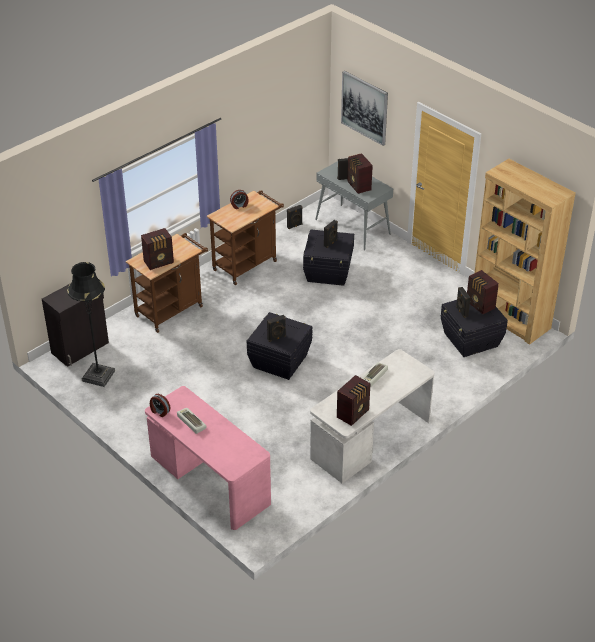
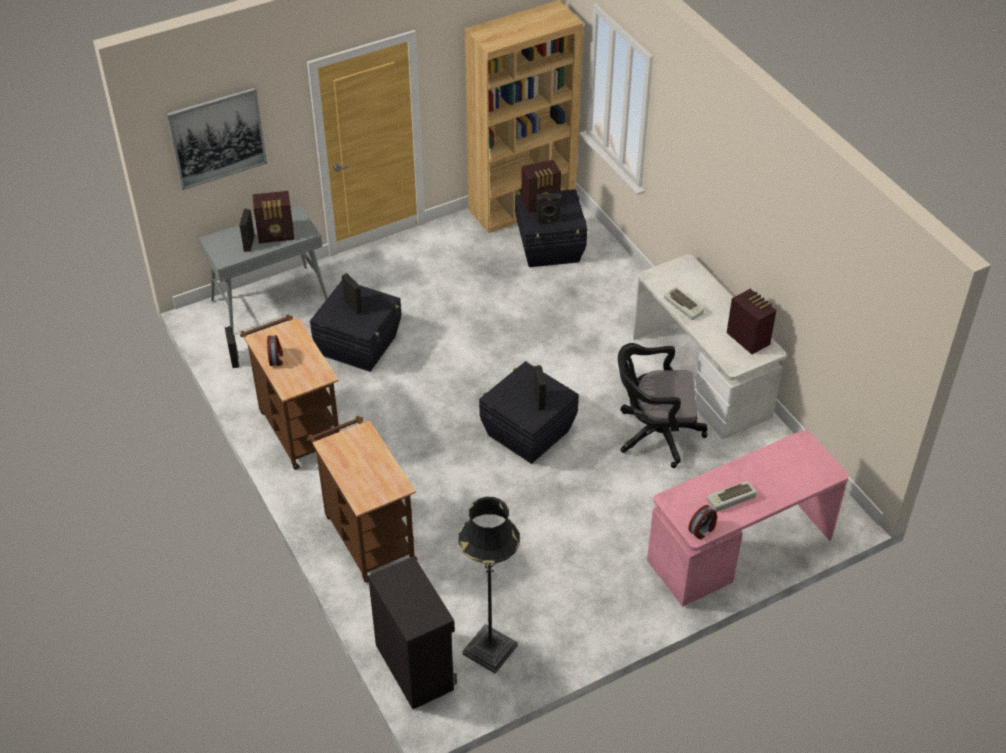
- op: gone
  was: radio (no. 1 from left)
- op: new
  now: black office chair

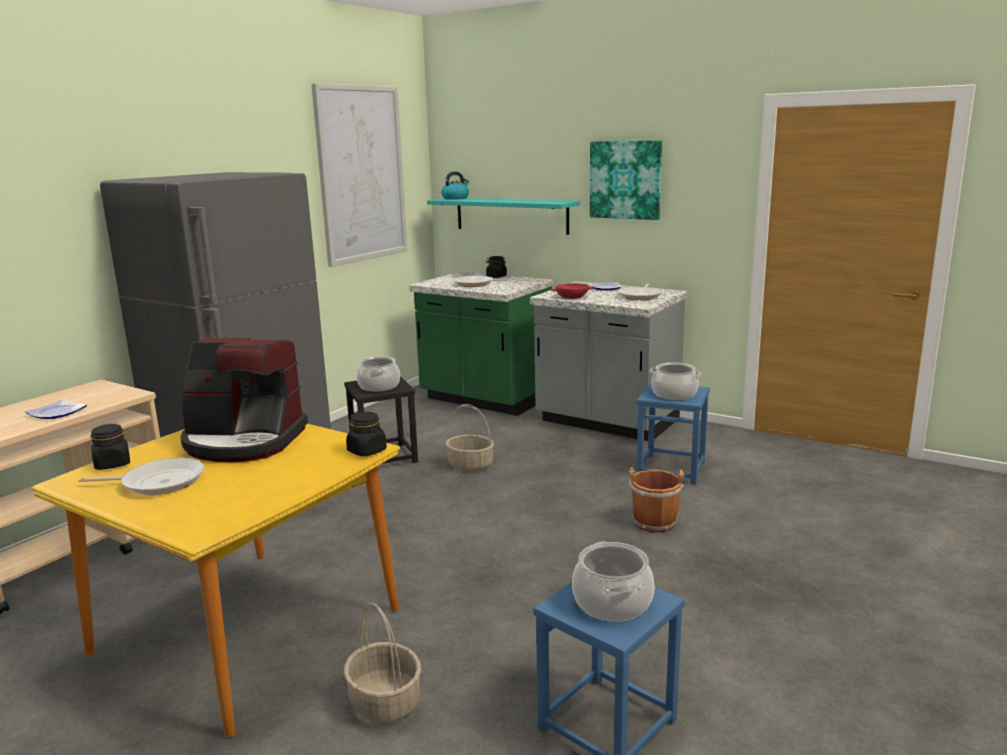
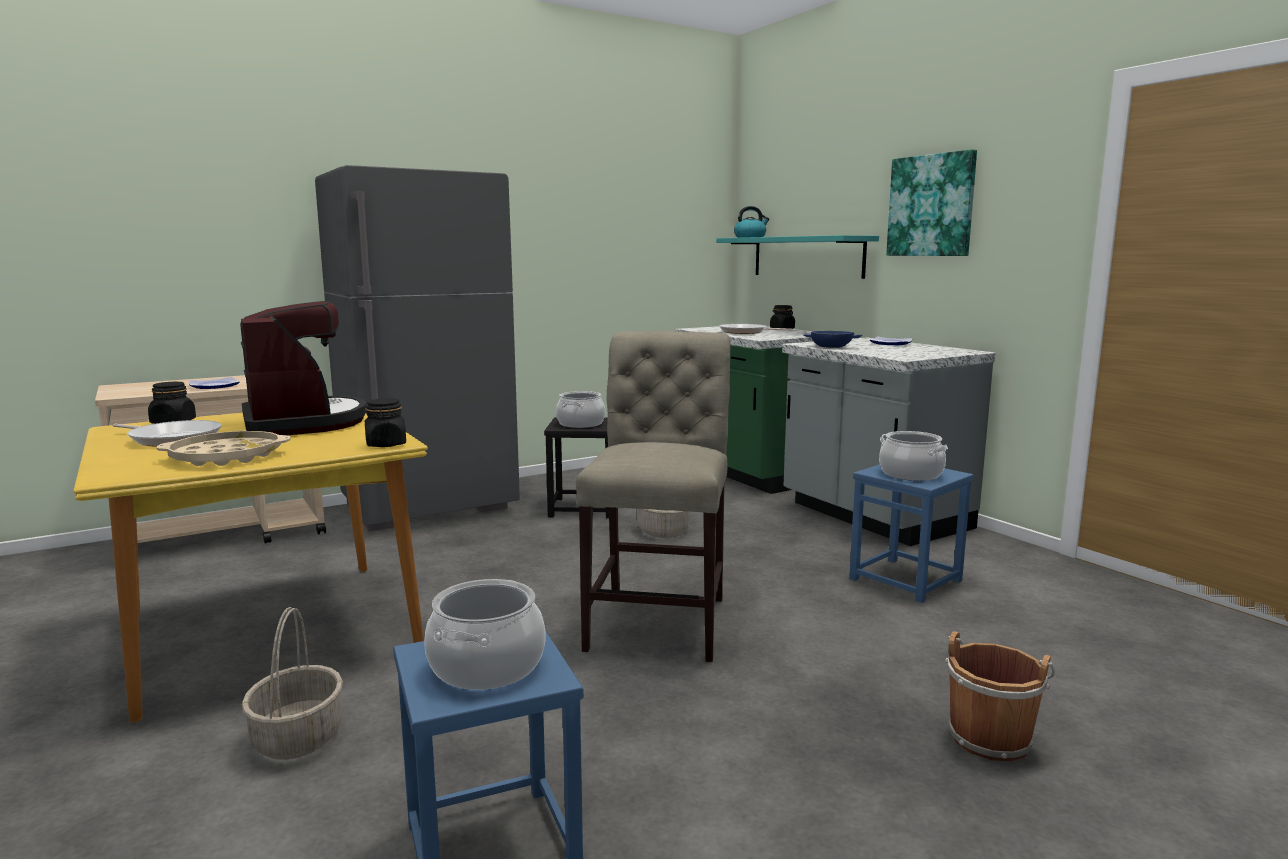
- op: gone
  was: picture (no. 1 from left)
- op: gone
  was: frying pan (no. 3 from left)
- op: new
  now: beige tray
- op: new
  now: beige chair
- op: shifted
  was: brown bucket
- op: repainted
  was: red bowl
  now: blue bowl
- op: rotated
  was: coffee machine
  clockwise: -150

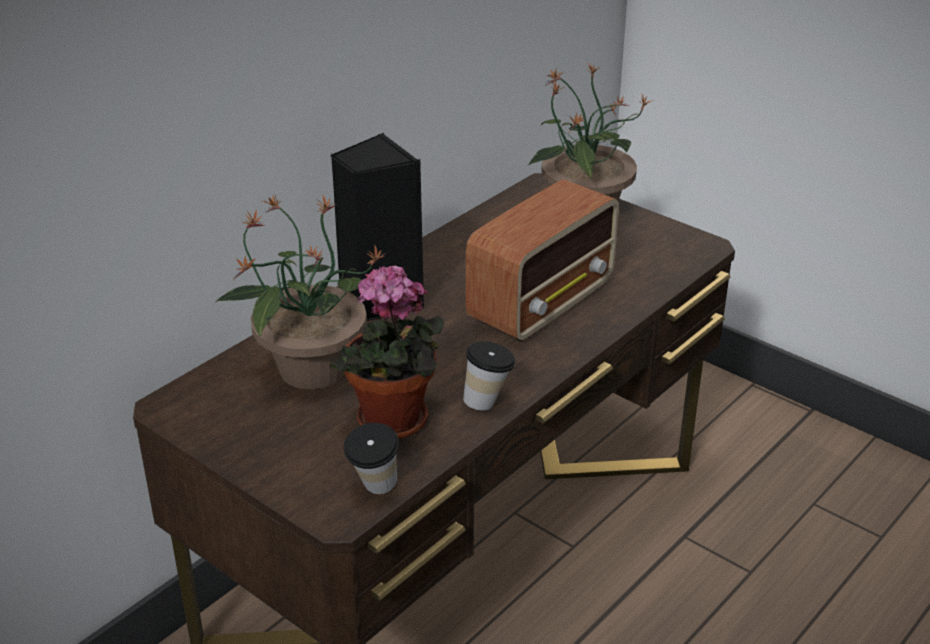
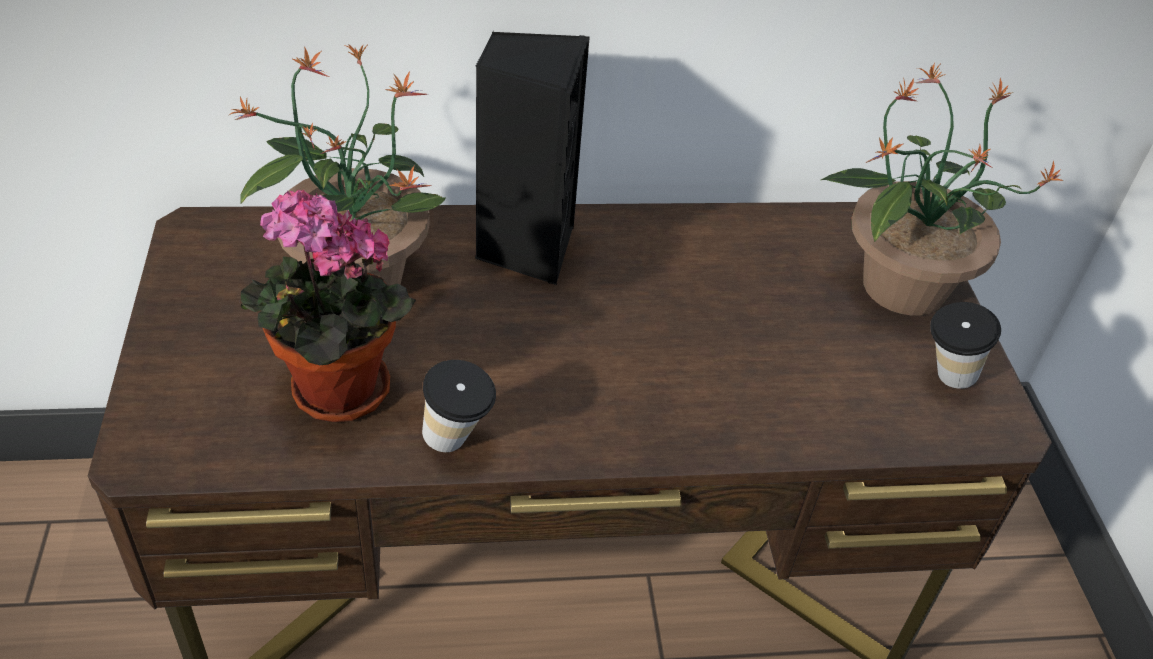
- op: gone
  was: radio
- op: shifted
  was: cup (no. 1 from left in the first image)
  now: cup (no. 2 from left)

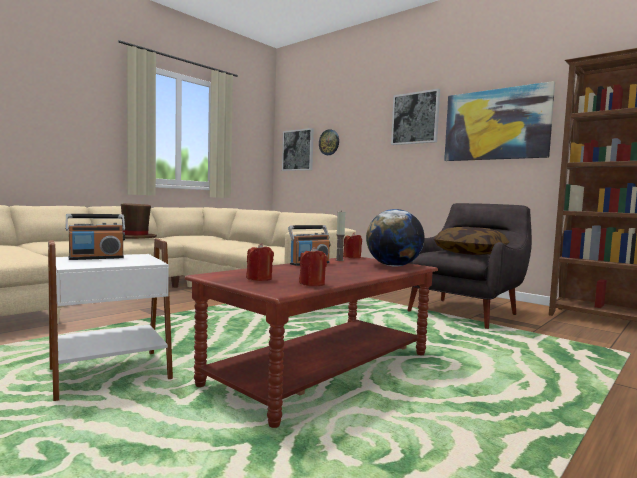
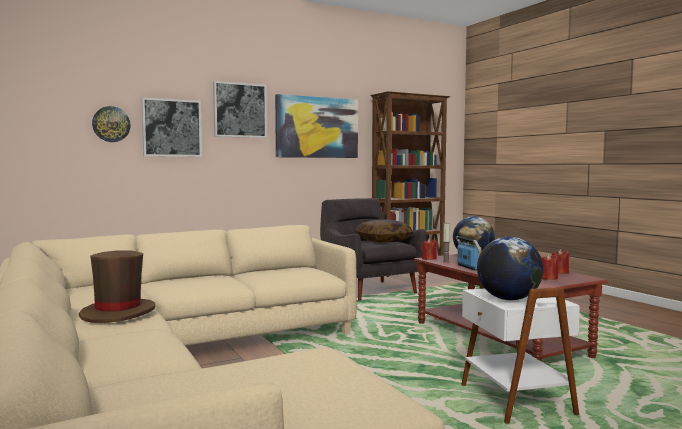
- op: shifted
  was: picture (no. 1 from left)
- op: swapped
  was: radio (no. 1 from left)
  now: globe (no. 2 from left)

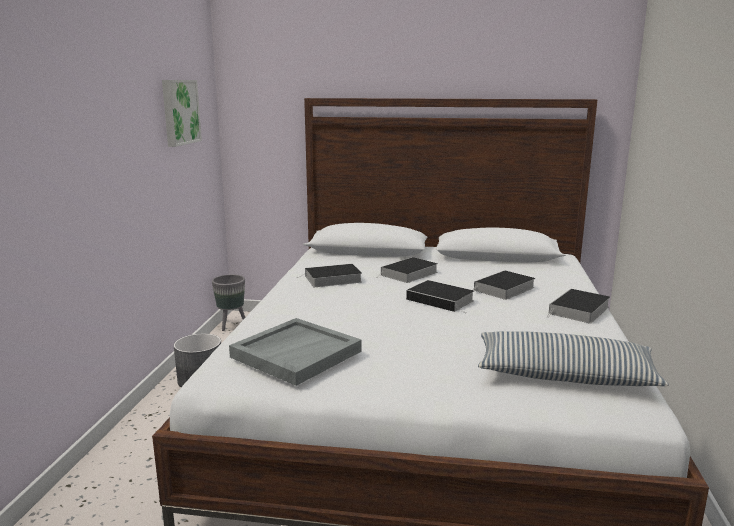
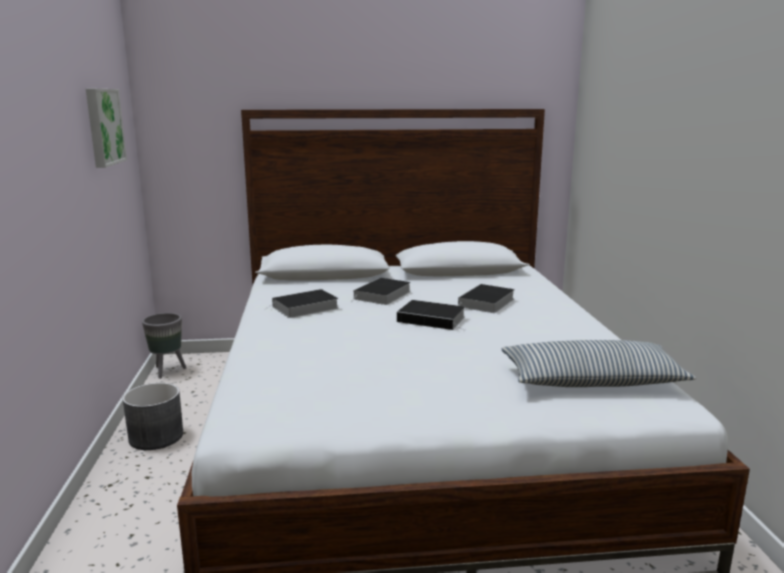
- op: gone
  was: grey tray
- op: gone
  was: book (no. 5 from left)

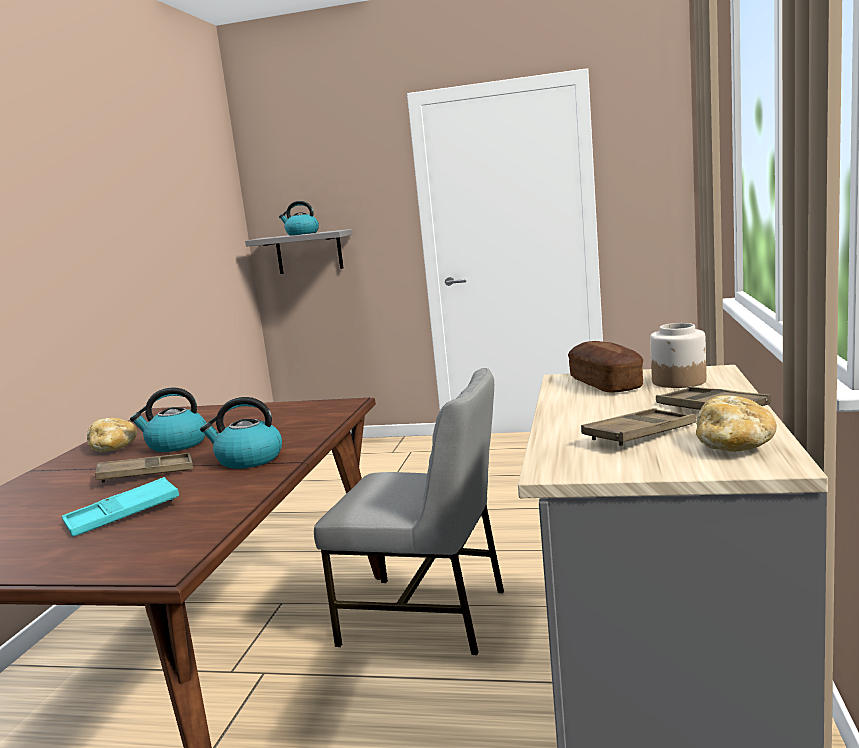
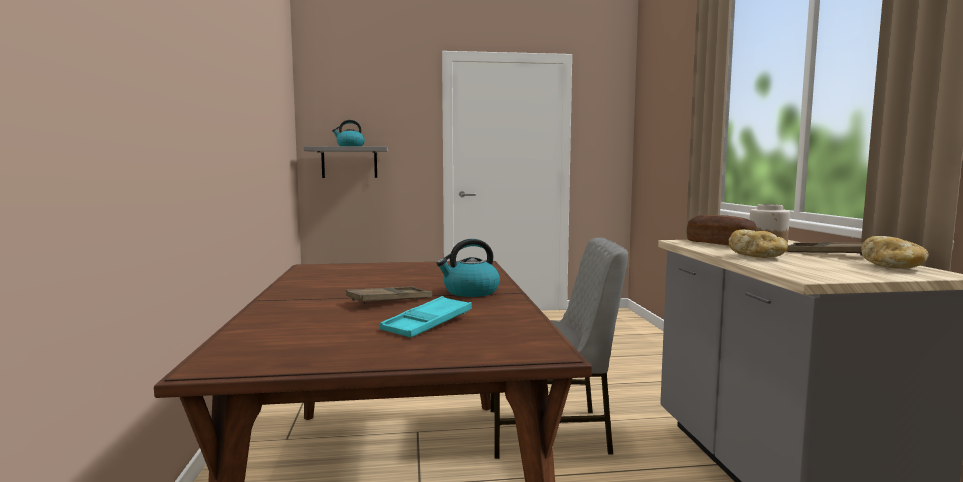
- op: gone
  was: kettle (no. 1 from left)
- op: gone
  was: brown tray (no. 2 from left)
- op: shifted
  was: bread (no. 1 from left in the first image)
  now: bread (no. 2 from left)

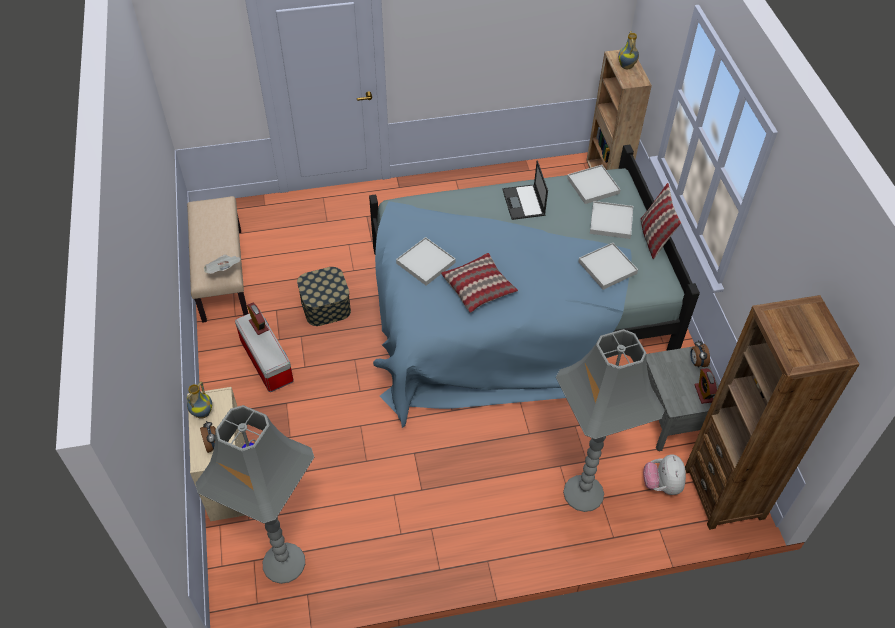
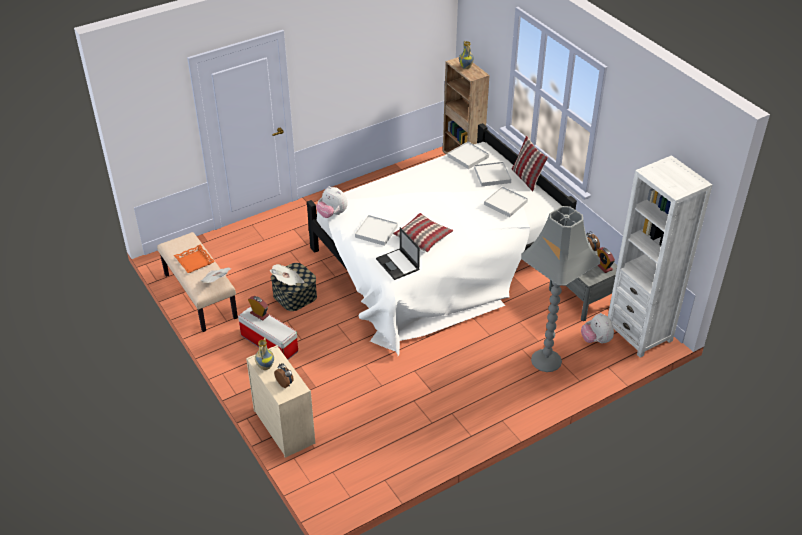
- op: gone
  was: grey floor lamp (no. 1 from left)
- op: new
  now: orange tray
- op: new
  now: newspaper (no. 2 from left)
- op: new
  now: plush toy (no. 1 from left)
- op: shifted
  was: laptop
- op: repainted
  was: blue bed
  now: white bed
- op: repainted
  was: brown bookcase (no. 2 from left)
  now: white bookcase

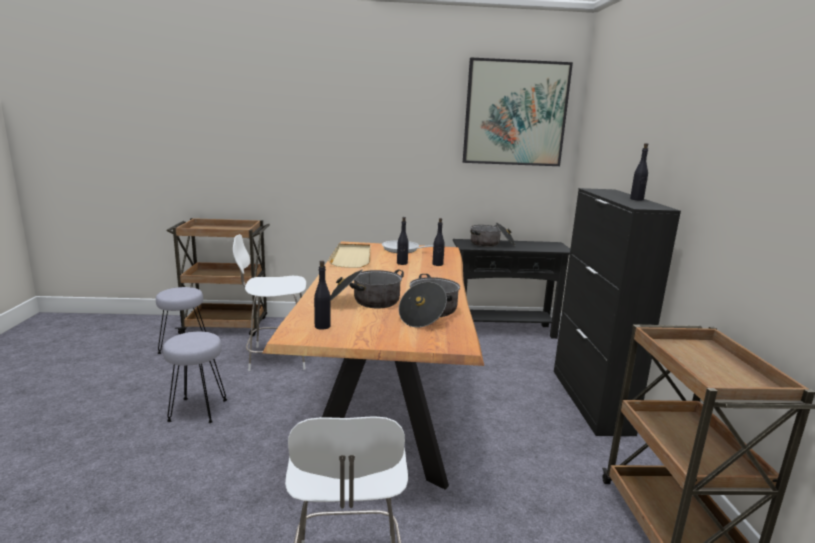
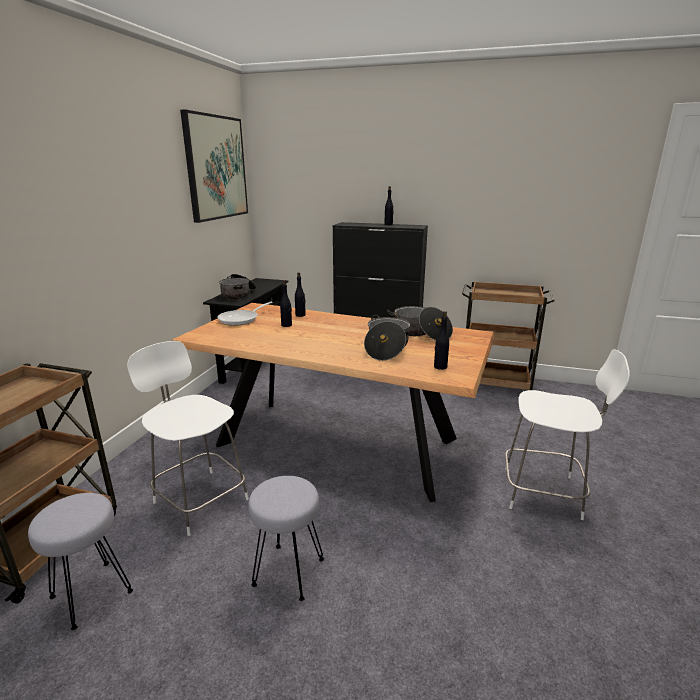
- op: gone
  was: beige tray
- op: rotated
  was: white chair (no. 1 from left)
  clockwise: 120

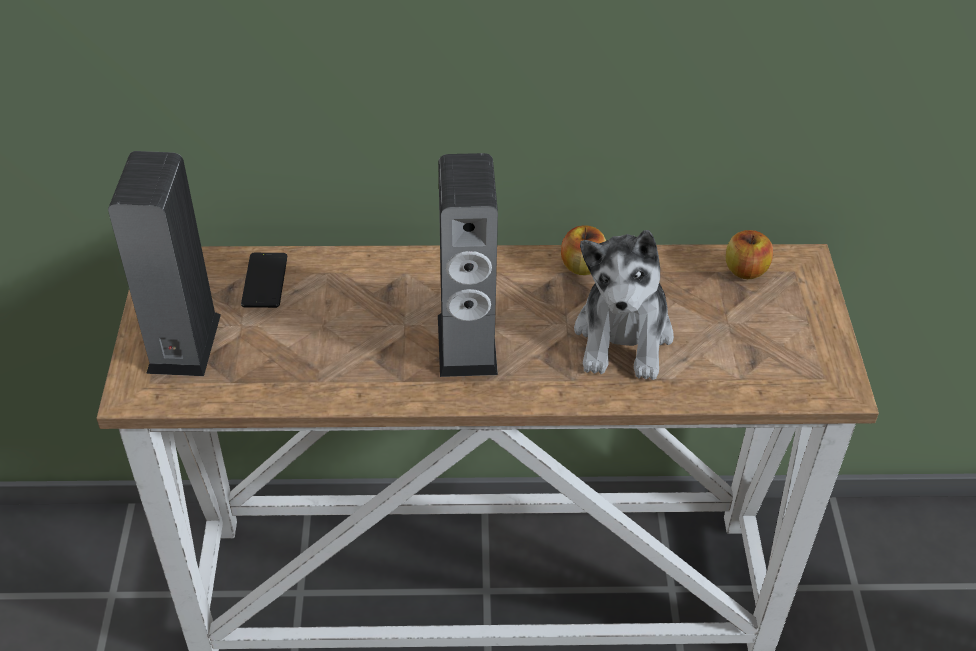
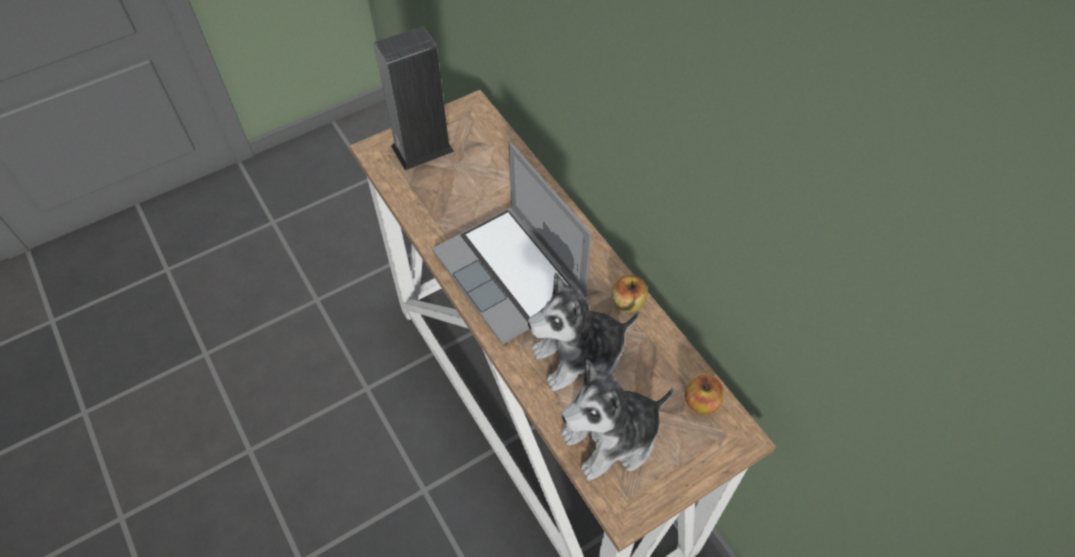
- op: gone
  was: phone
- op: new
  now: plush toy (no. 2 from left)
- op: swapped
  was: speaker (no. 2 from left)
  now: laptop

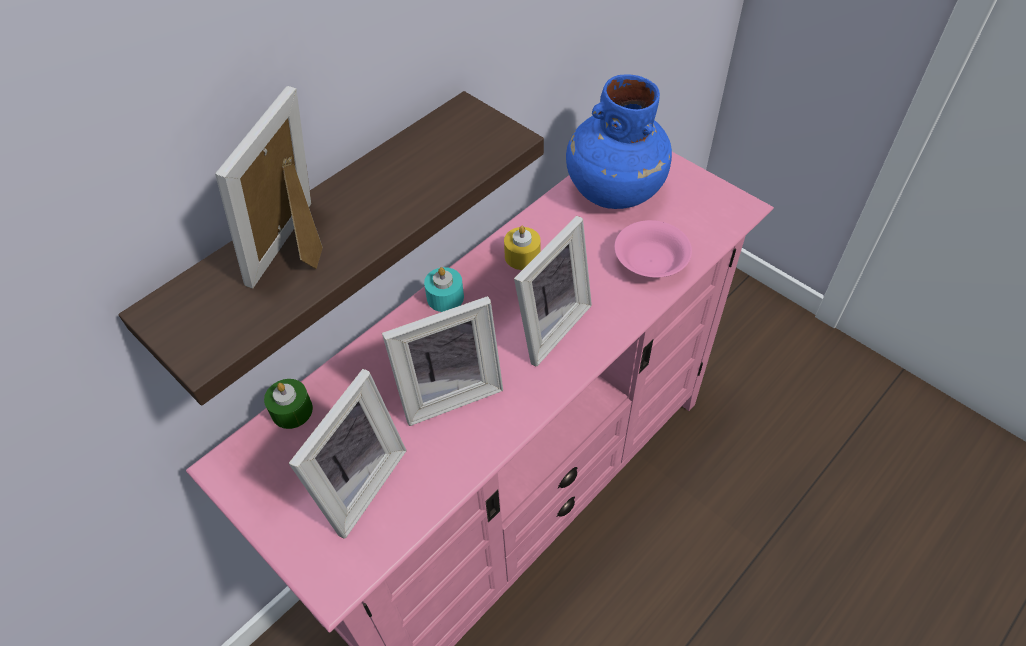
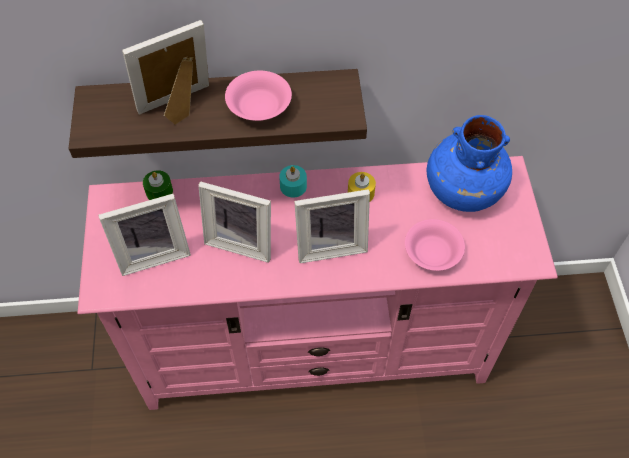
- op: new
  now: pink bowl (no. 1 from left)

